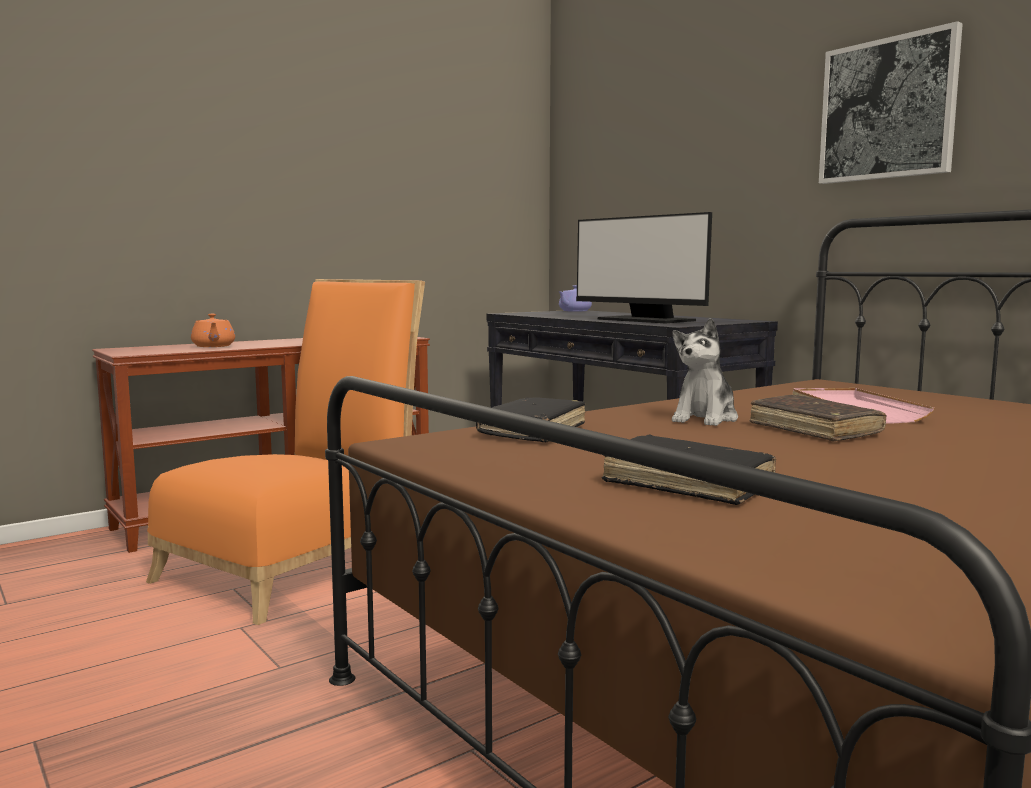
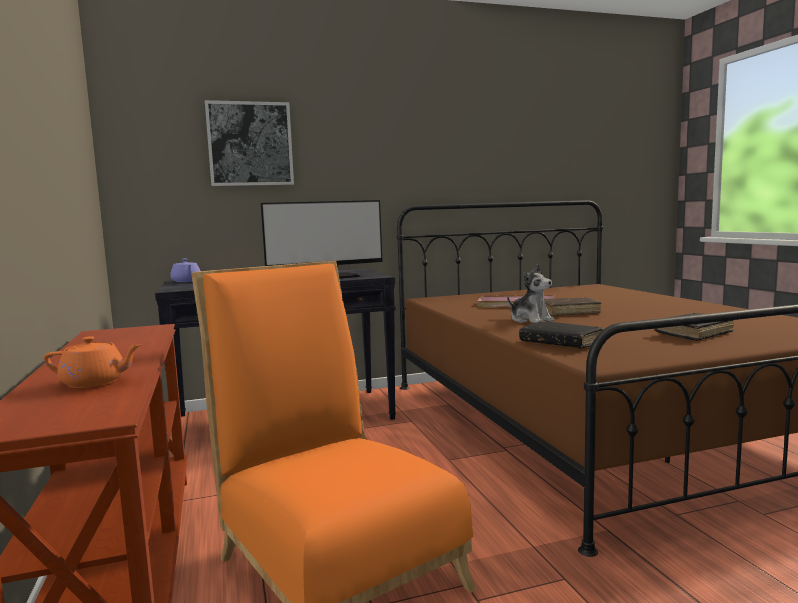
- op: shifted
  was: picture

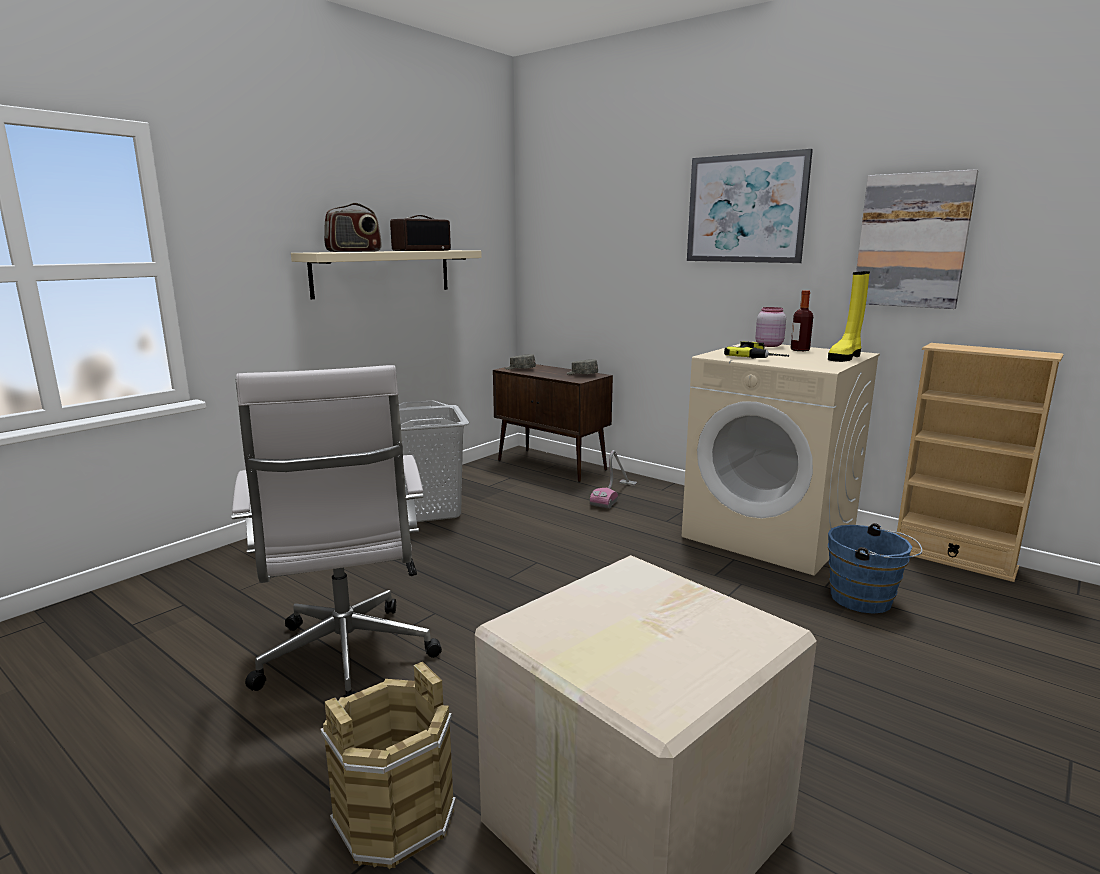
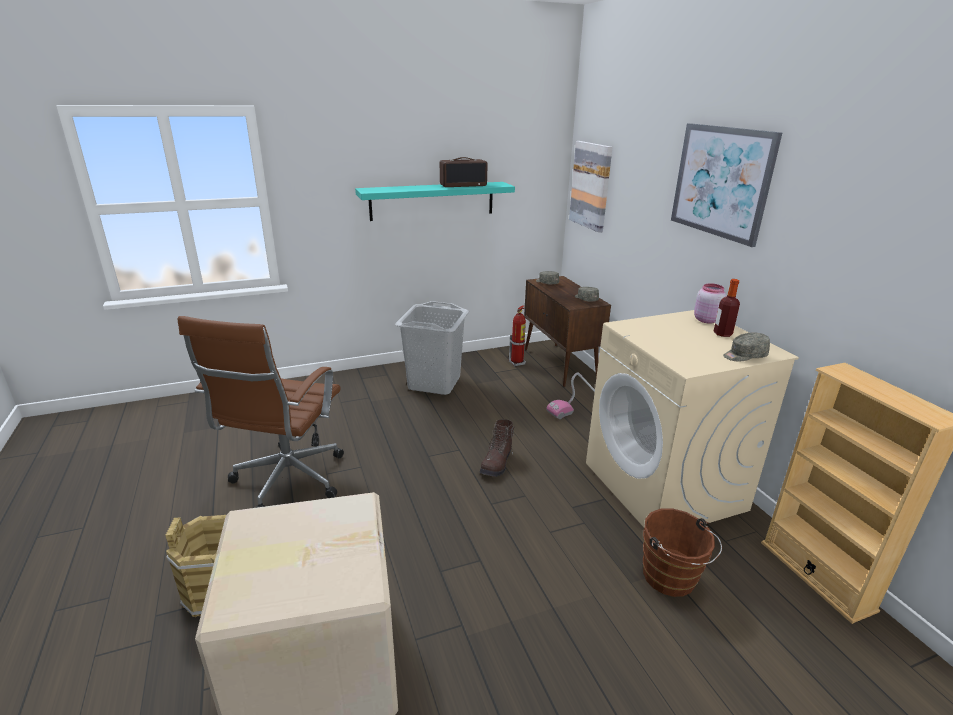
- op: gone
  was: radio (no. 1 from left)
- op: gone
  was: power drill
- op: new
  now: brown boot
- op: new
  now: fire extinguisher
- op: shifted
  was: picture (no. 2 from left in the first image)
  now: picture (no. 1 from left)
- op: swapped
  was: yellow boot
  now: grey cap (no. 3 from left)
- op: repainted
  was: white office chair
  now: brown office chair
- op: repainted
  was: beige shelf
  now: turquoise shelf
- op: repainted
  was: blue bucket
  now: brown bucket (no. 2 from left)

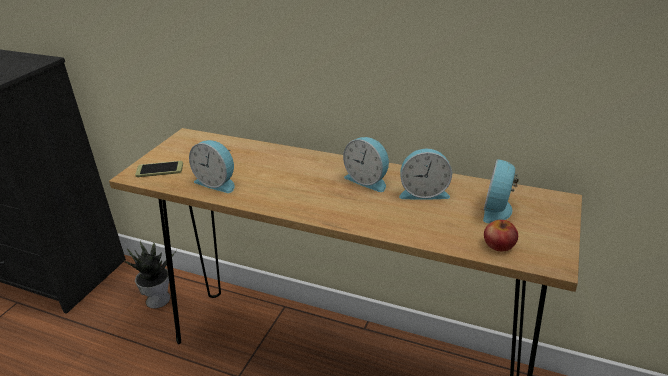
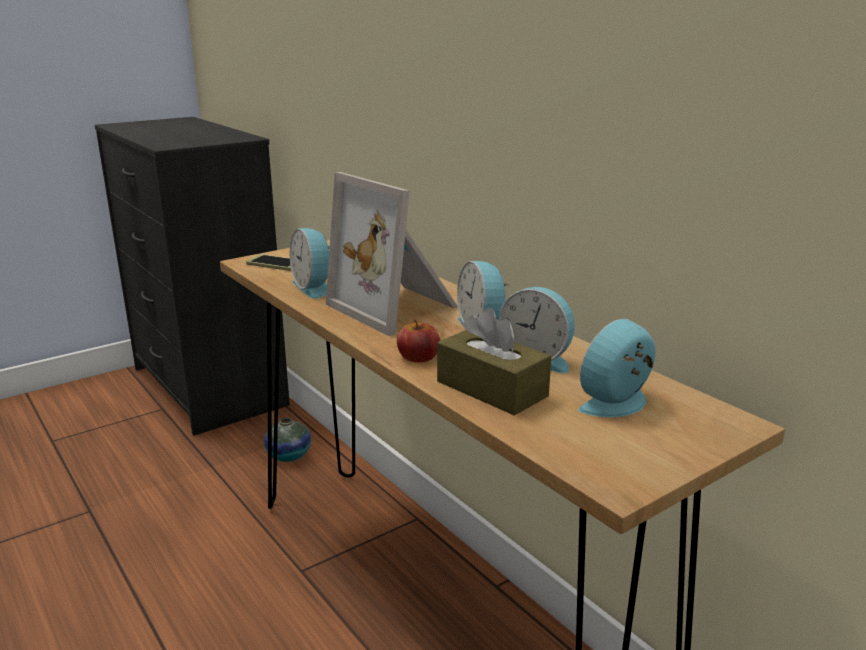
- op: new
  now: picture frame
- op: new
  now: brown tissue box
- op: shifted
  was: apple
- op: swapped
  was: potted plant
  now: vase

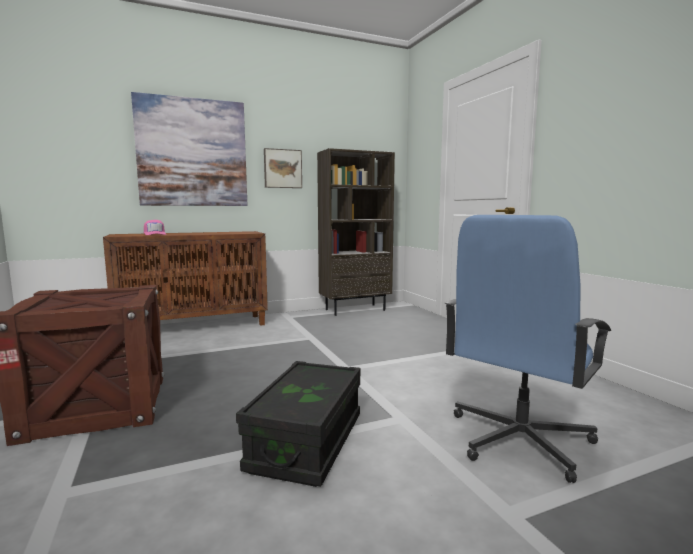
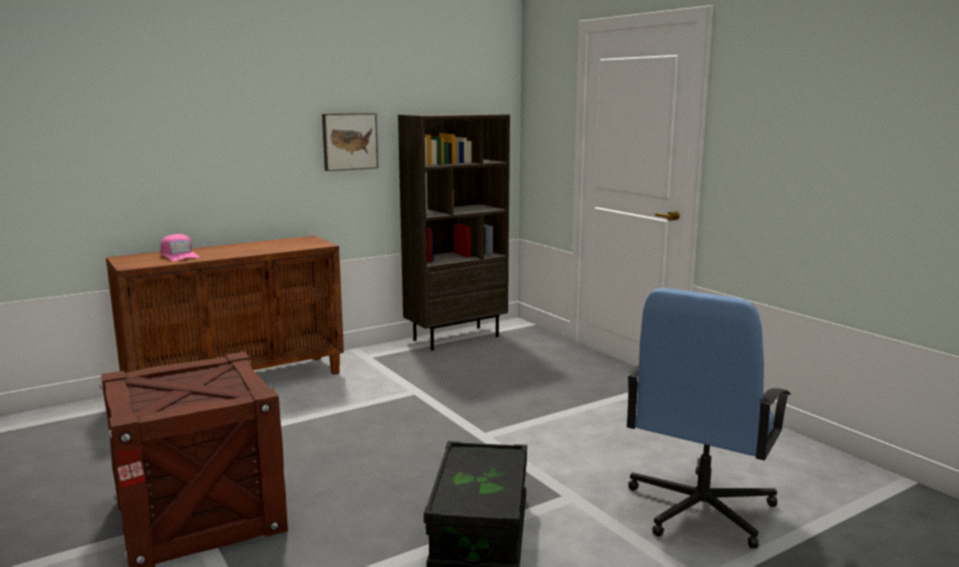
- op: gone
  was: picture (no. 1 from left)

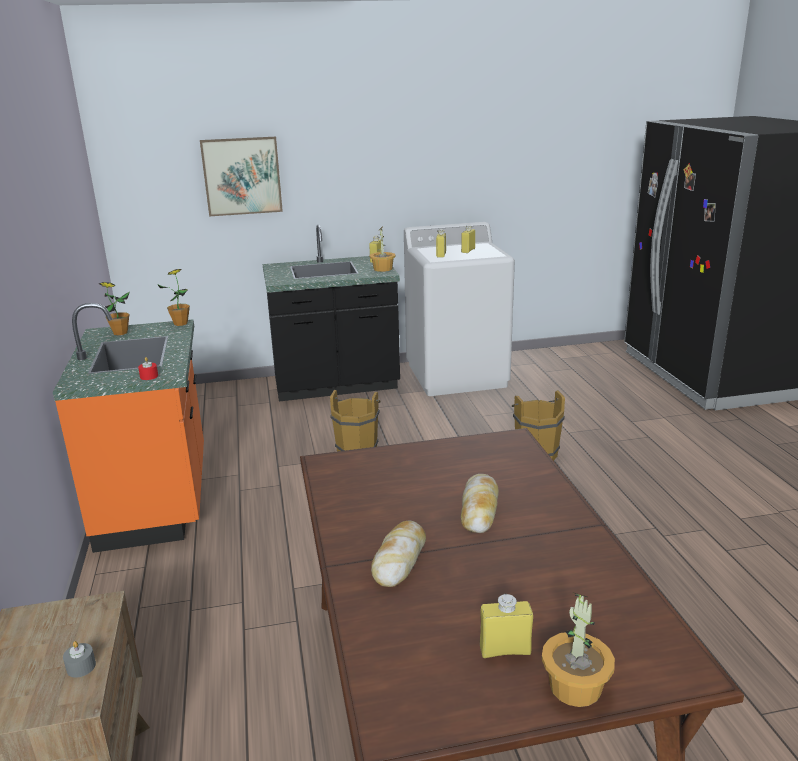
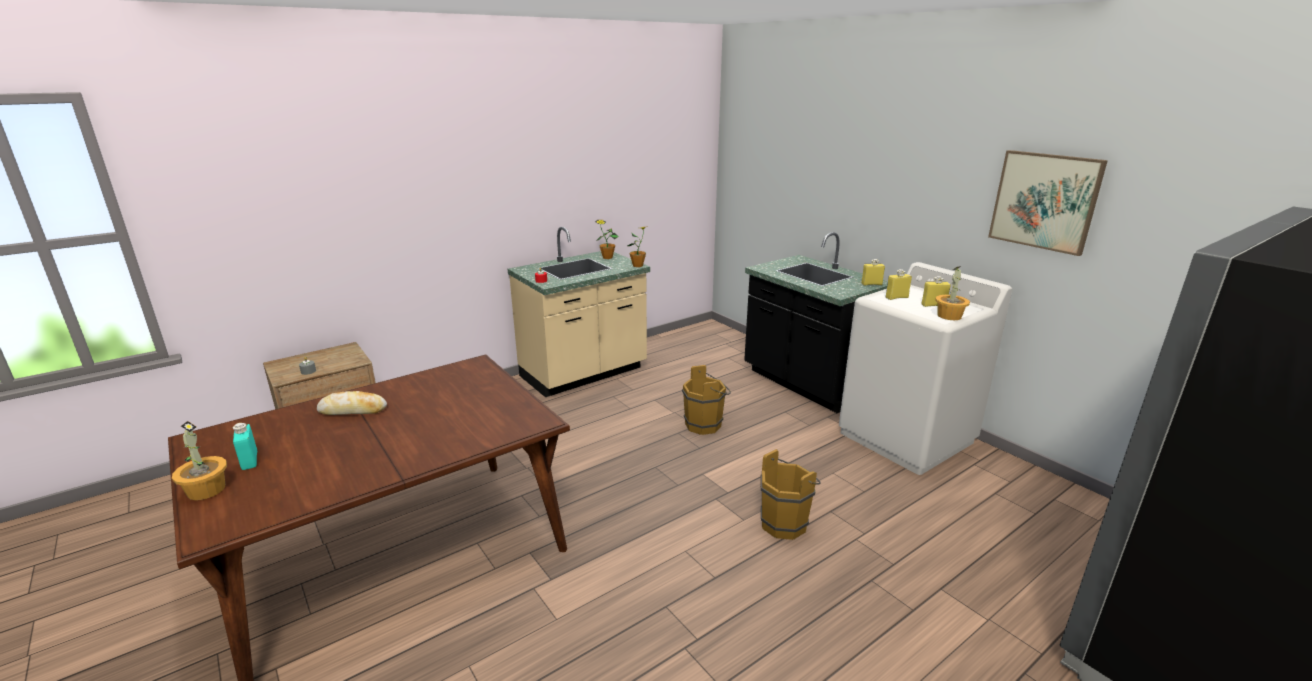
- op: gone
  was: bread (no. 2 from left)
- op: shifted
  was: picture
- op: shifted
  was: potted plant (no. 3 from left in the first image)
  now: potted plant (no. 4 from left)
- op: repainted
  was: orange counter
  now: beige counter
- op: repainted
  was: yellow bottle (no. 4 from left)
  now: turquoise bottle

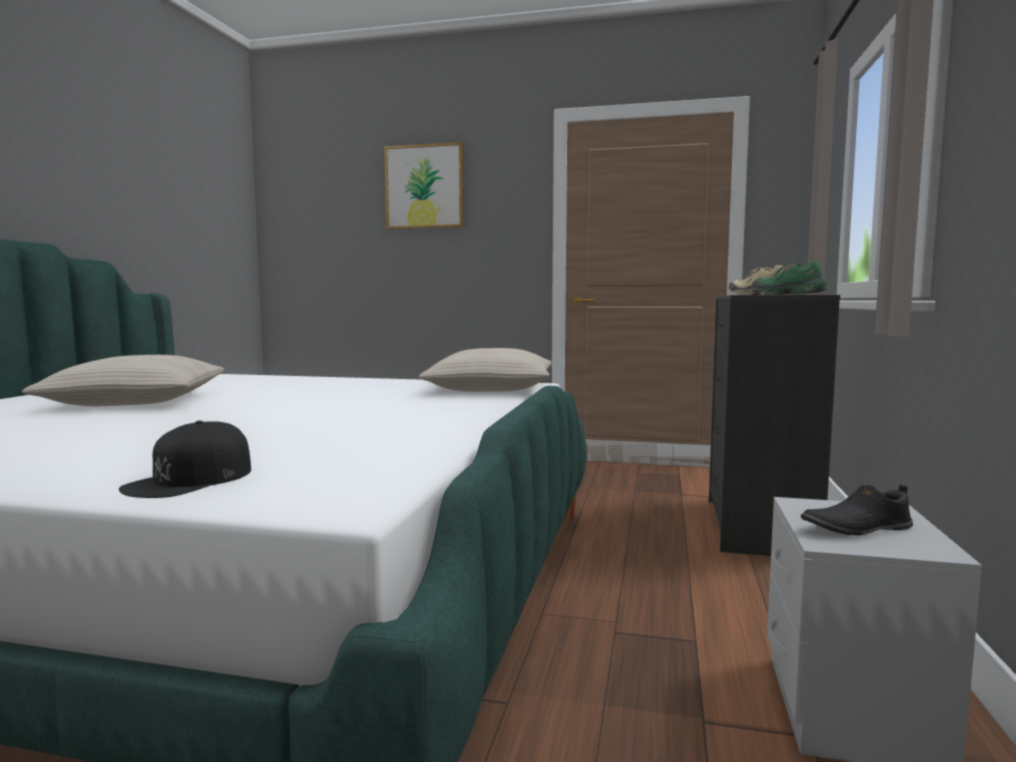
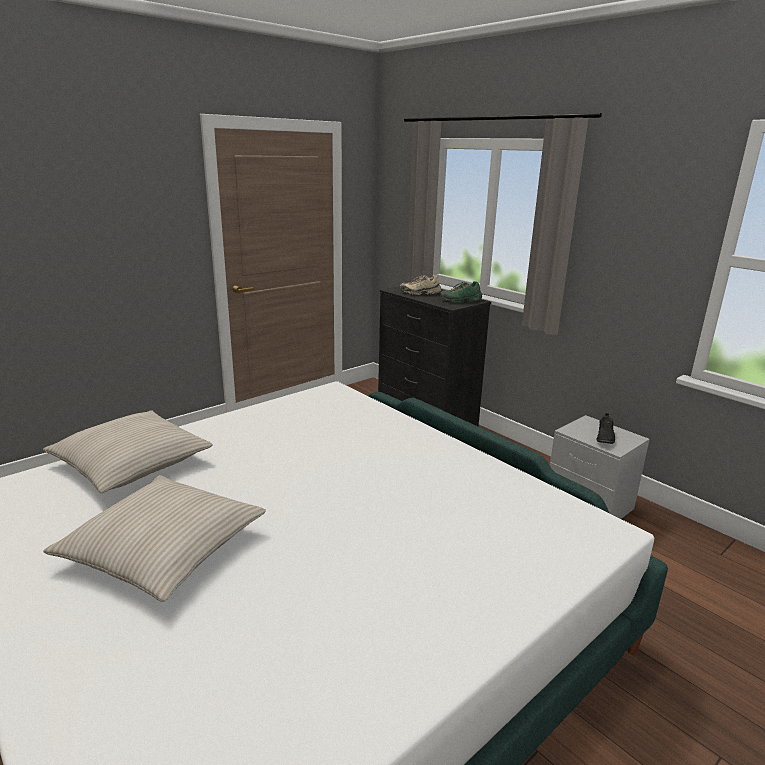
- op: gone
  was: black cap
- op: gone
  was: picture
- op: shifted
  was: beige pillow (no. 2 from left in the first image)
  now: beige pillow (no. 1 from left)

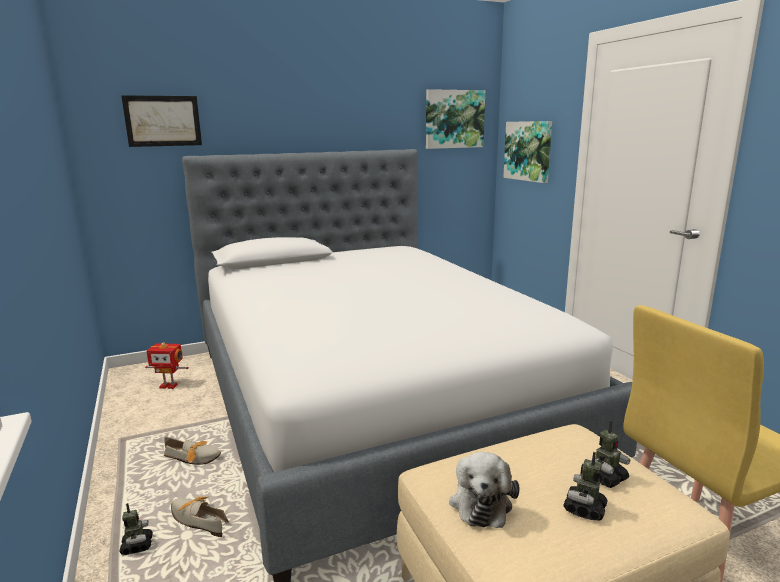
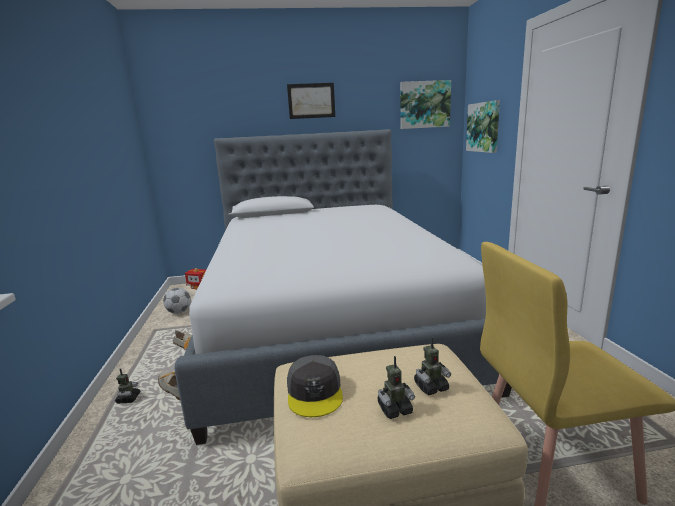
- op: new
  now: football
- op: shifted
  was: picture (no. 1 from left)
- op: swapped
  was: plush toy
  now: grey cap
- op: rotated
  was: toy robot (no. 3 from left)
  clockwise: -150

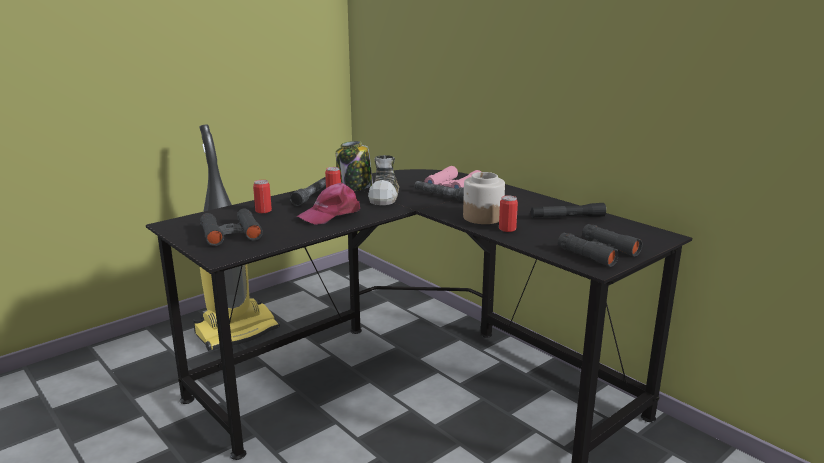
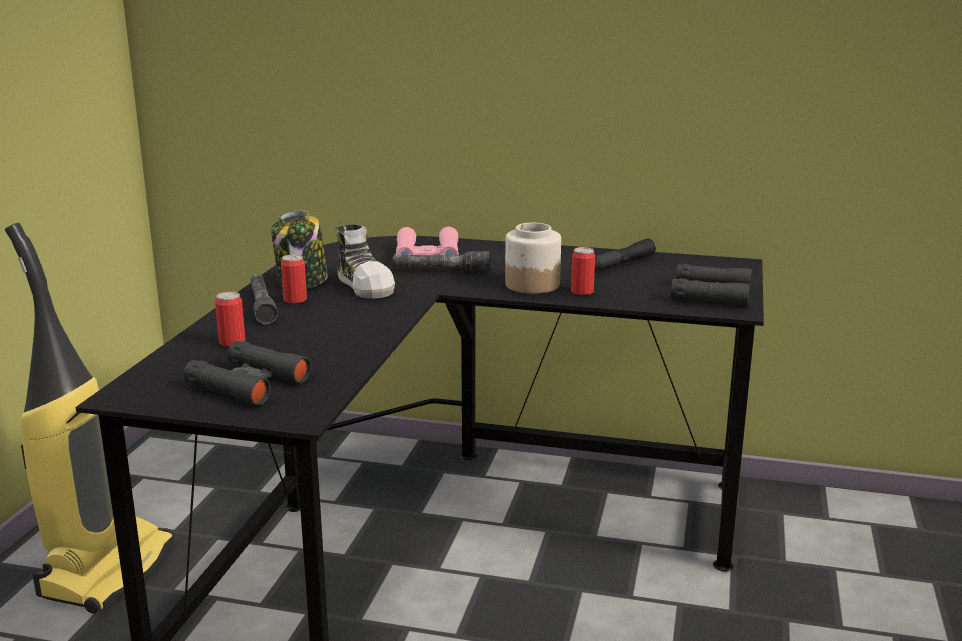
- op: gone
  was: pink cap

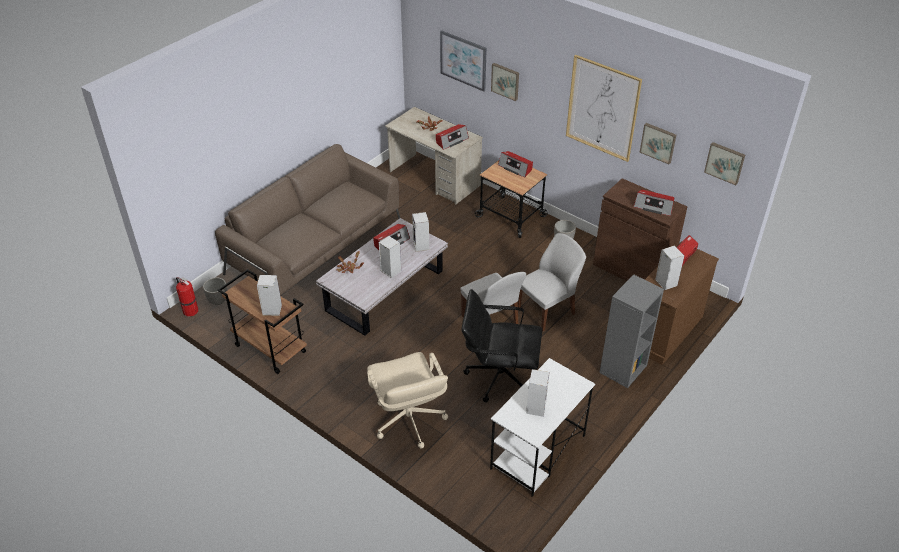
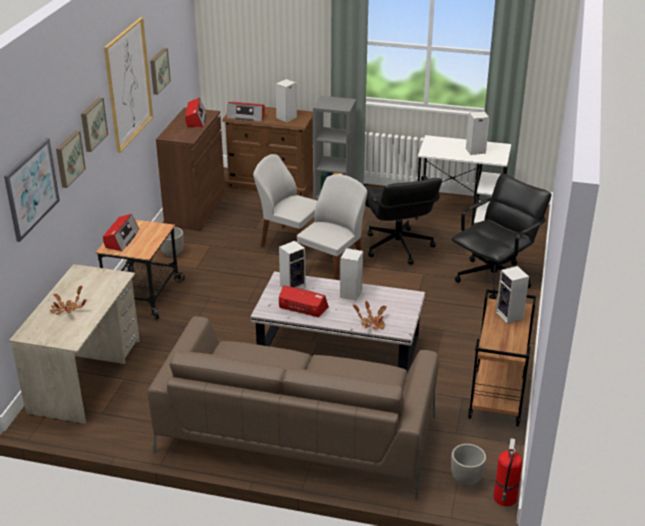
- op: gone
  was: radio (no. 2 from left)
- op: shifted
  was: picture (no. 5 from left in the first image)
  now: picture (no. 3 from left)
- op: repainted
  was: beige office chair
  now: black office chair (no. 2 from left)

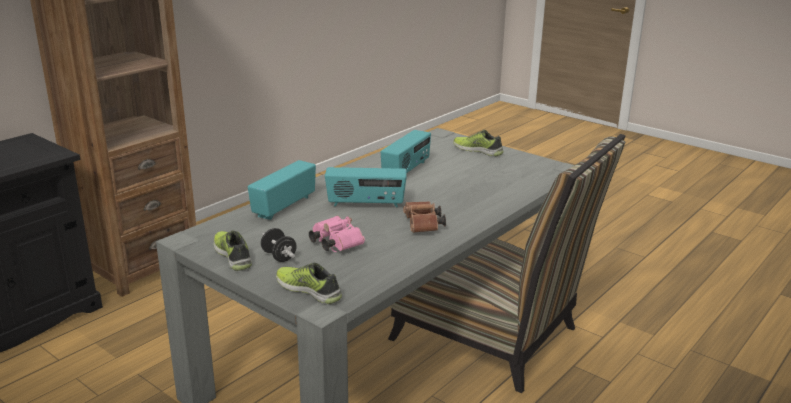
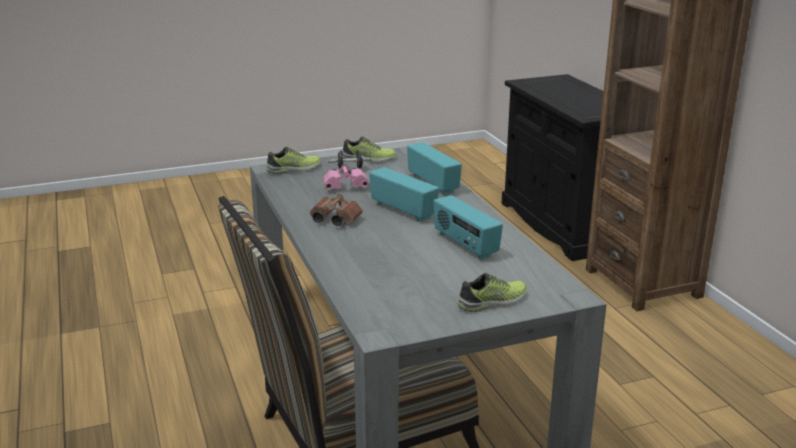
- op: rotated
  was: radio (no. 2 from left in the first image)
  clockwise: 105

